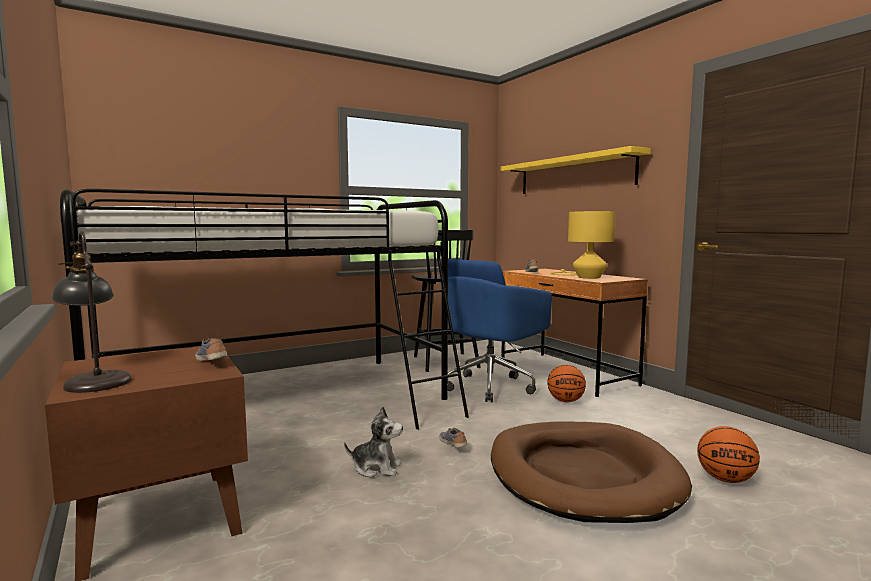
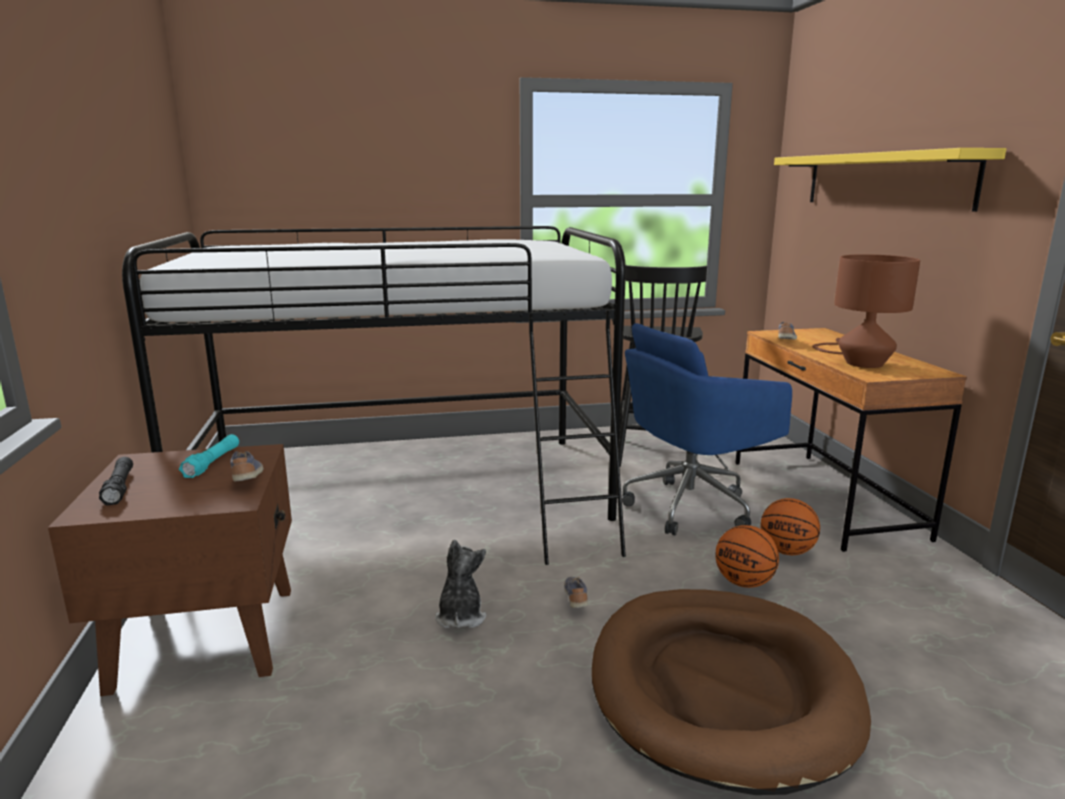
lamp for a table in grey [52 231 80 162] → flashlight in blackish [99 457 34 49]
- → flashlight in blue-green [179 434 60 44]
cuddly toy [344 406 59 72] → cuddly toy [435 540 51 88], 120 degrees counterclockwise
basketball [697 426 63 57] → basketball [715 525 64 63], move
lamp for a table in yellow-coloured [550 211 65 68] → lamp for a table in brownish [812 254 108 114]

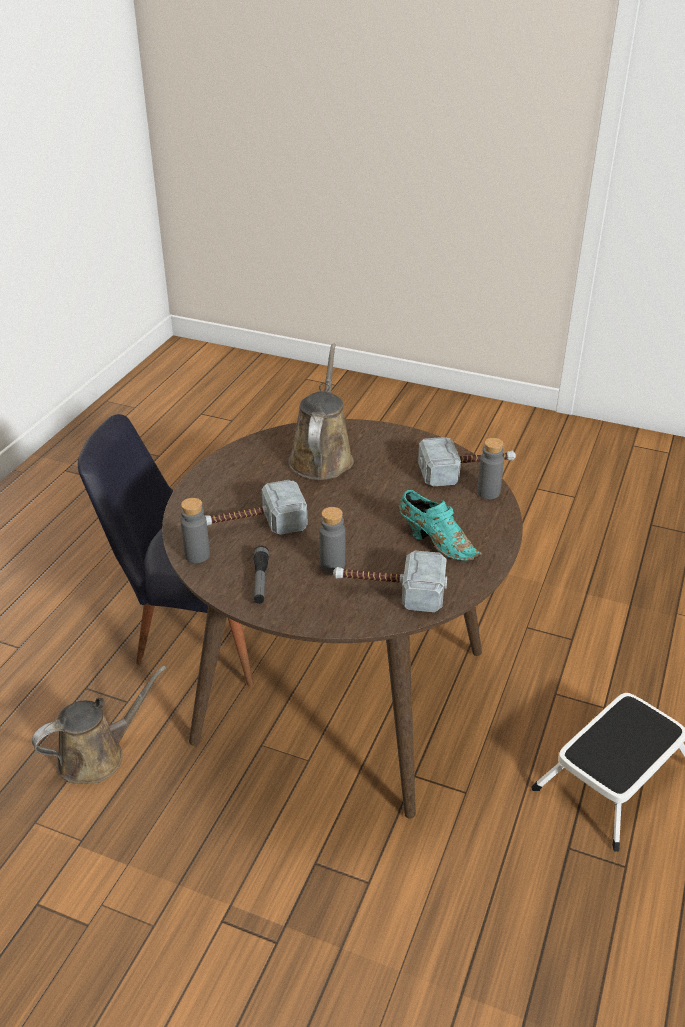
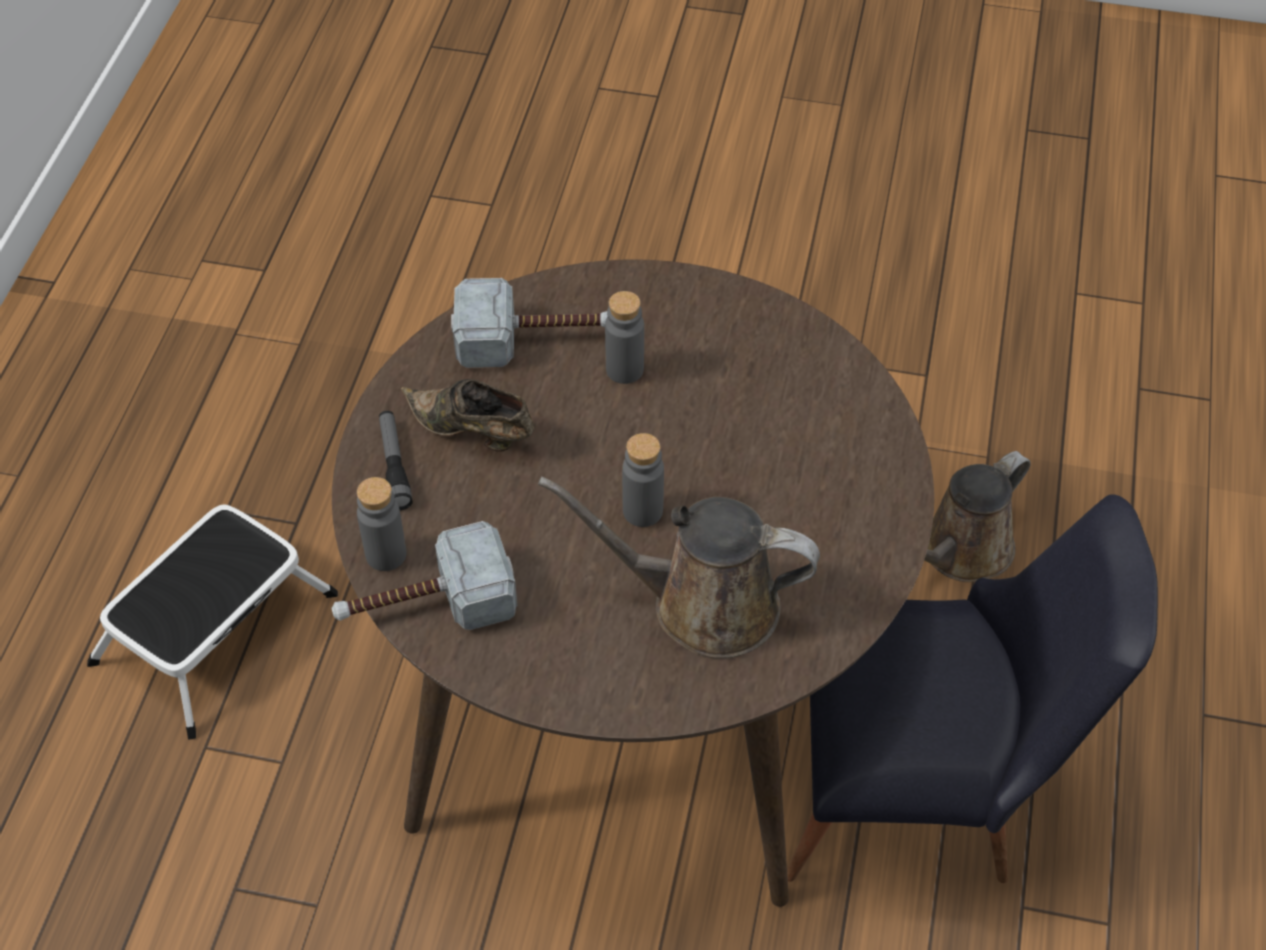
flashlight [254 546 15 58] → flashlight [379 411 34 99], move
low shoe in blue-green [399 490 83 71] → low shoe in brownish [401 379 133 73]
watering can in brownish [288 344 66 136] → watering can in brownish [538 476 282 183], 105 degrees clockwise
bottle in grey [181 498 29 65] → bottle in grey [622 433 42 94], move
hammer [205 480 103 55] → -

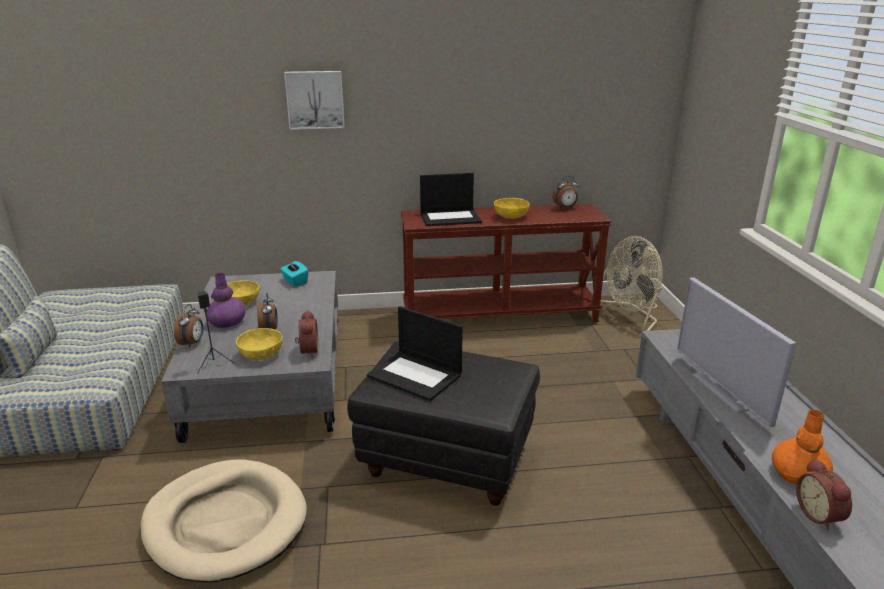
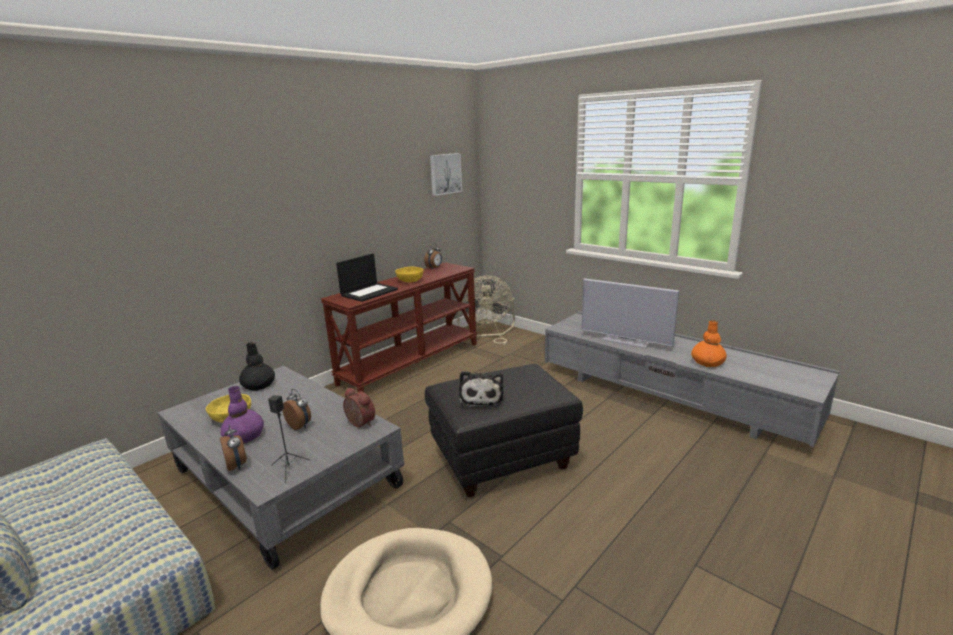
tissue box in blue-green [280 261 28 26] → vase in blackish [239 342 36 49]
wall picture [284 71 61 59] → wall picture [430 153 32 43], move
fan in beige [600 236 63 95] → fan in beige [457 276 58 69], 150 degrees clockwise
notebook computer [367 306 96 95] → cuddly toy [459 371 45 36]
deep dish in yellow-coloured [236 328 47 32] → -
alarm clock [796 458 56 73] → -

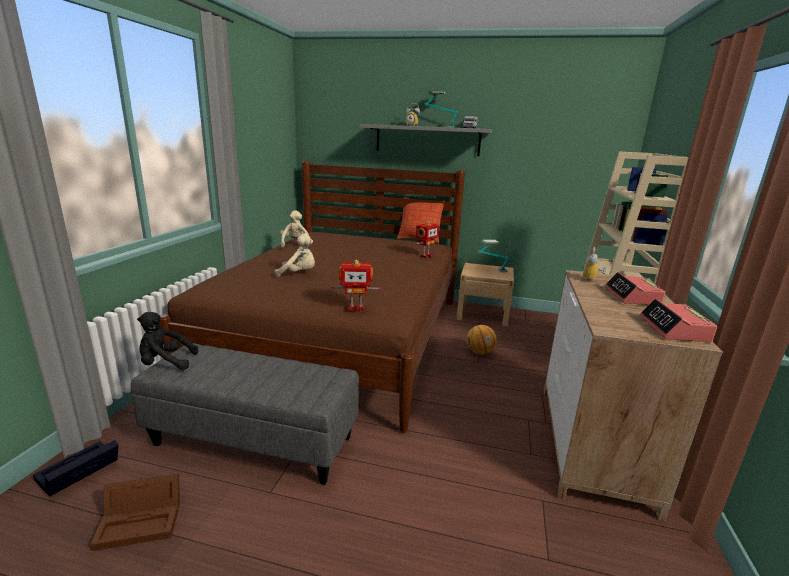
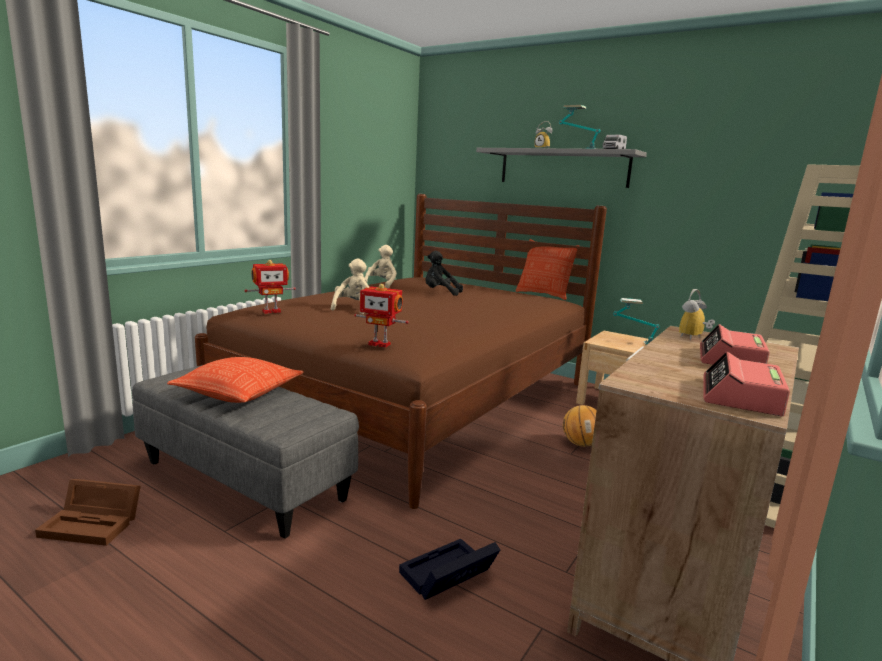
- → cushion in orange [167 357 137 46]
model robot [416 221 23 37] → model robot [244 260 52 54], move
cuddly toy in beige [275 233 40 44] → cuddly toy in beige [331 258 38 57], 105 degrees counterclockwise
storage container in blackish [33 440 86 57] → storage container in blackish [399 539 101 61], move
cuddly toy in blackish [137 312 61 58] → cuddly toy in blackish [425 251 38 45], move

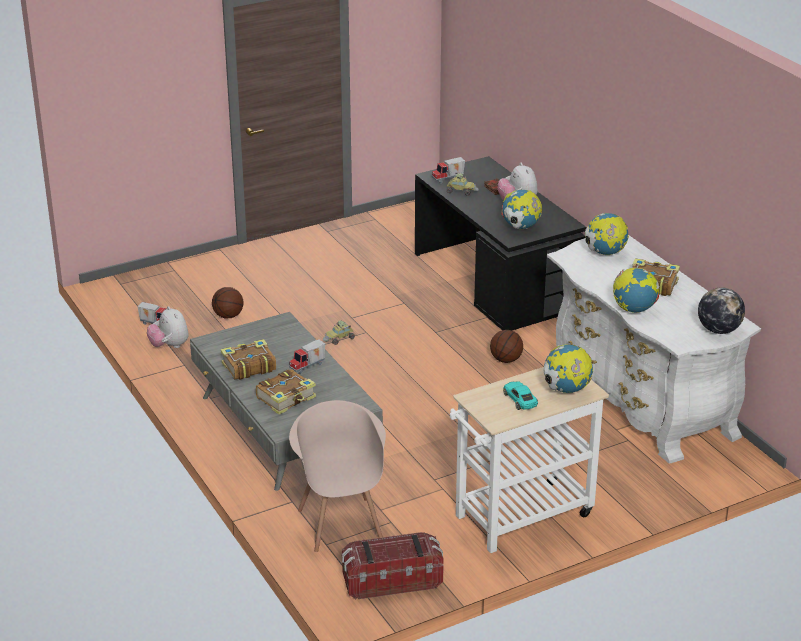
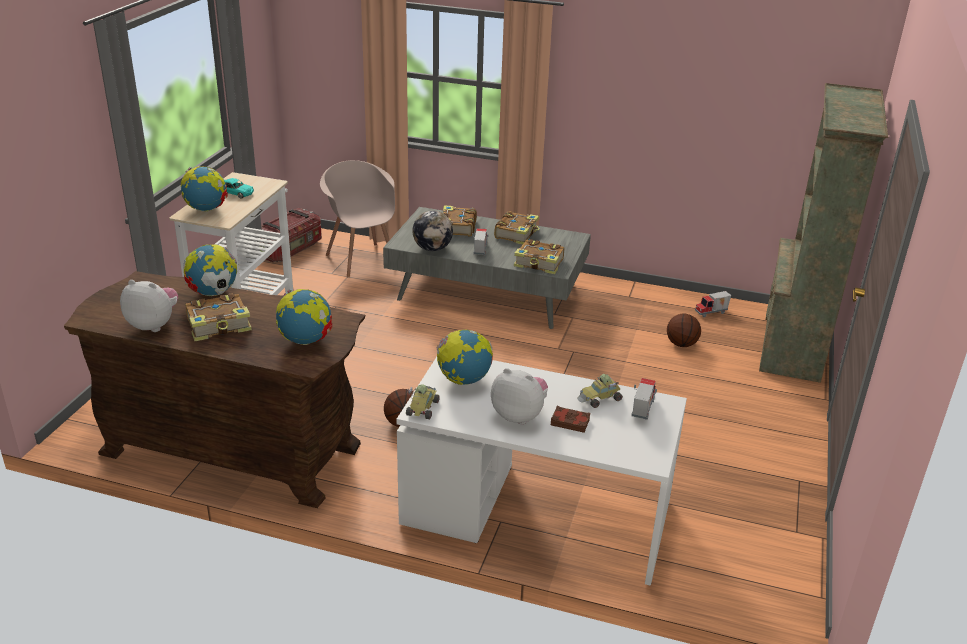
drawer chest in white-coloured [547 235 214 229] → drawer chest in brownish [64 271 301 237]
cuddly toy [147 306 42 42] → cuddly toy [120 280 58 52], move
plain chair in beige [289 400 97 152] → plain chair in beige [320 160 75 117], 150 degrees counterclockwise
desk table in blackish [415 156 171 174] → desk table in white-coloured [397 357 290 229]
toy car [323 320 32 25] → toy car [406 384 34 35], move
world globe [698 287 47 47] → world globe [413 211 40 40], move
- → book [514 239 50 35]
- → shelving unit in green [759 83 129 300]

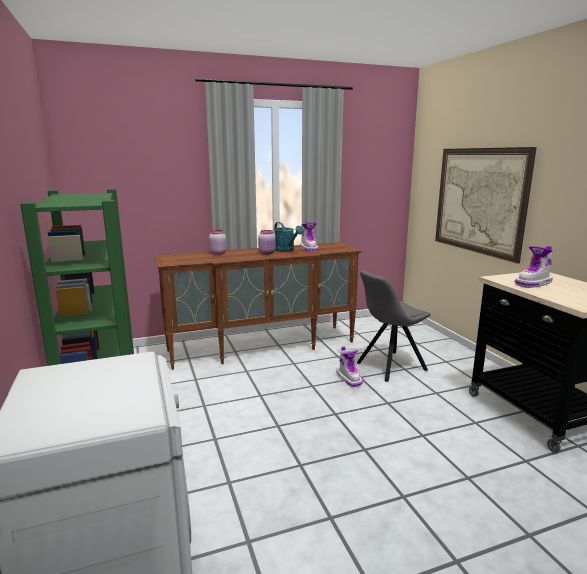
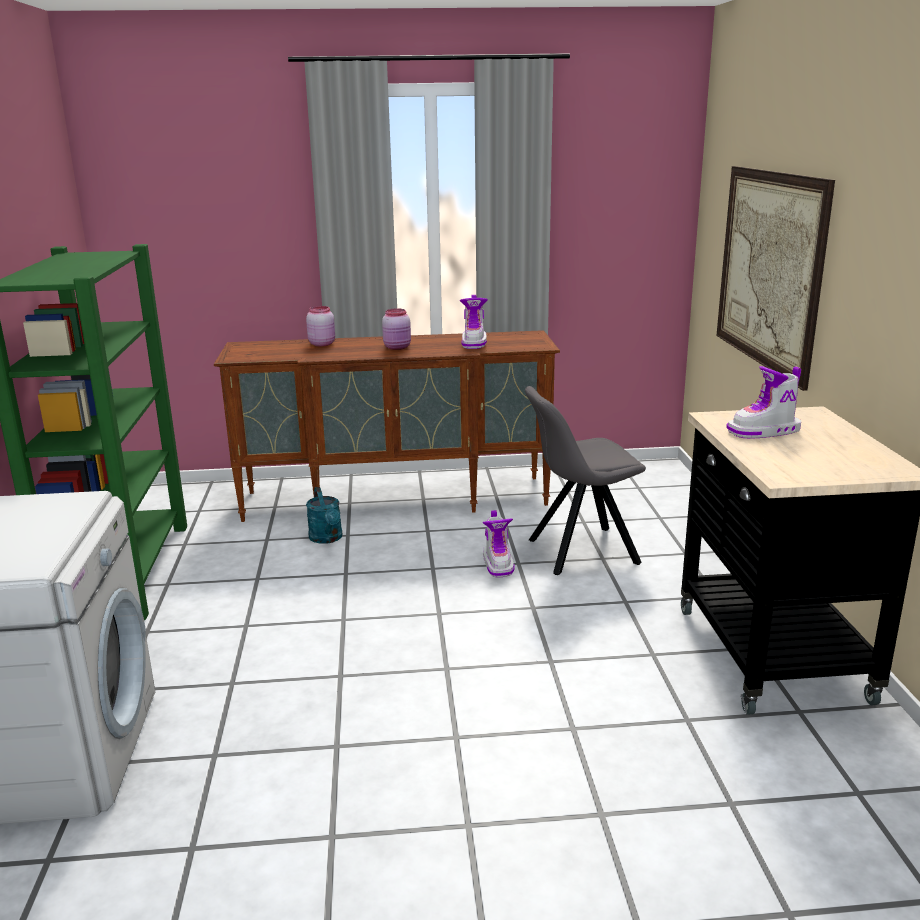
watering can in blue-green [274 222 29 30] → watering can in blue-green [306 487 37 57], move

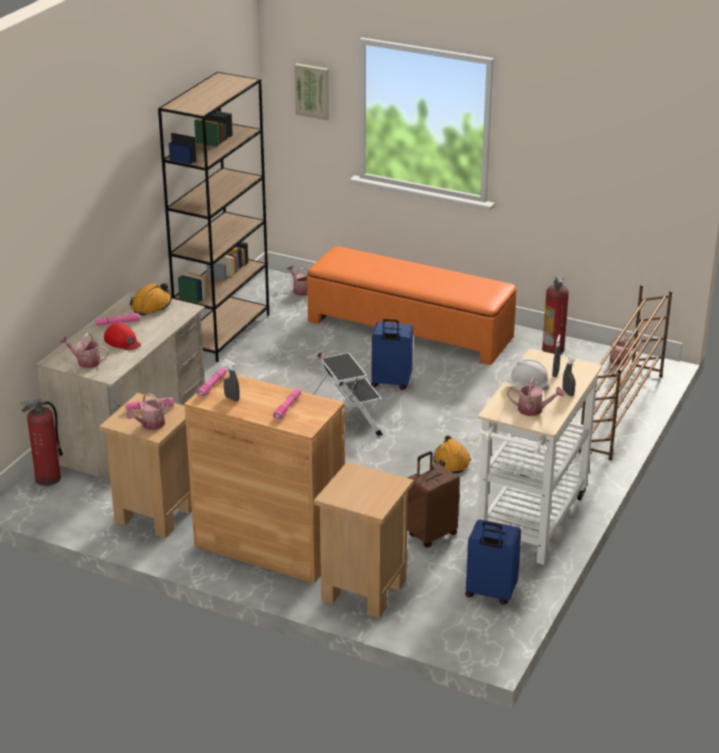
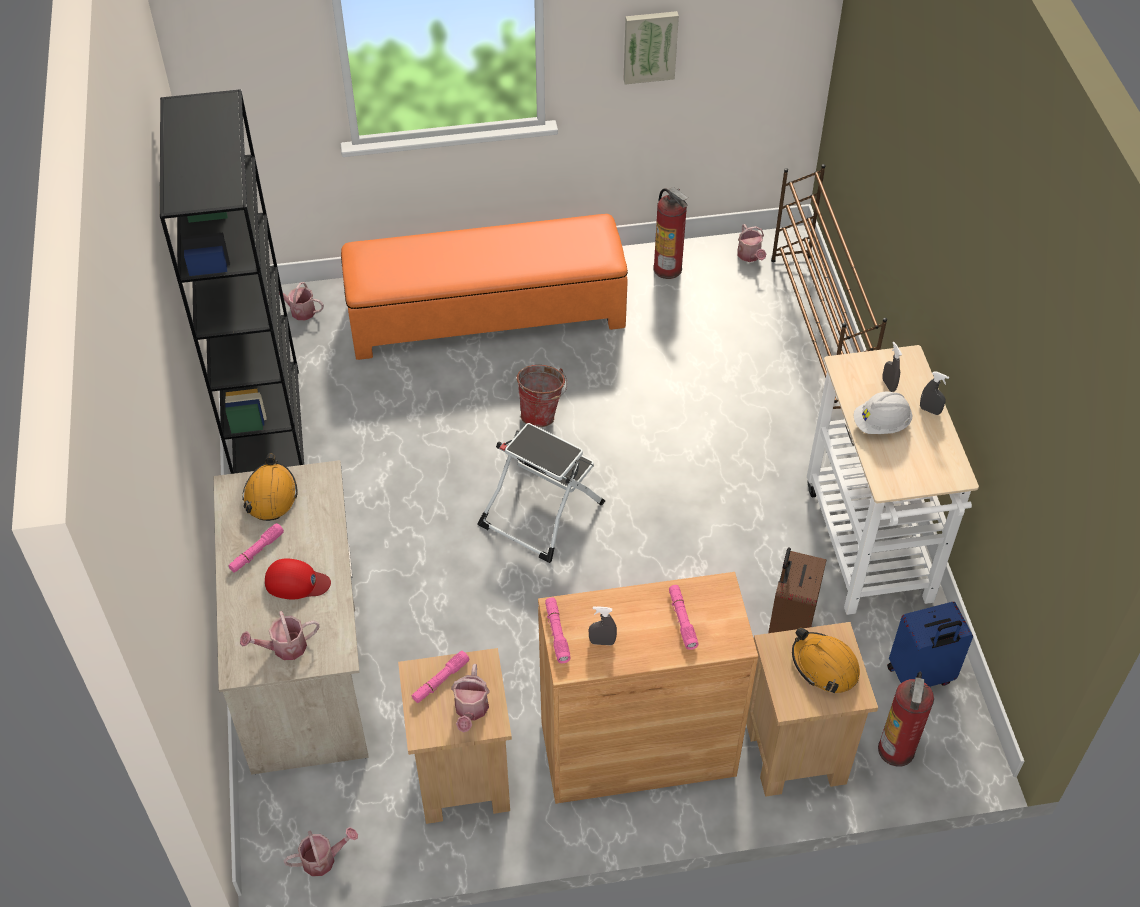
shelving unit in beige [158 72 111 290] → shelving unit in blackish [160 89 144 385]
watering can [507 377 57 39] → watering can [284 827 74 49], move
suitcase in blue [371 319 42 71] → bucket [517 365 51 62]
wall picture [294 63 35 57] → wall picture [623 11 56 74], move
work helmet in orange [433 435 38 39] → work helmet in orange [792 628 68 65], move
fire-fighting cylinder [21 398 42 88] → fire-fighting cylinder [878 672 56 94], move

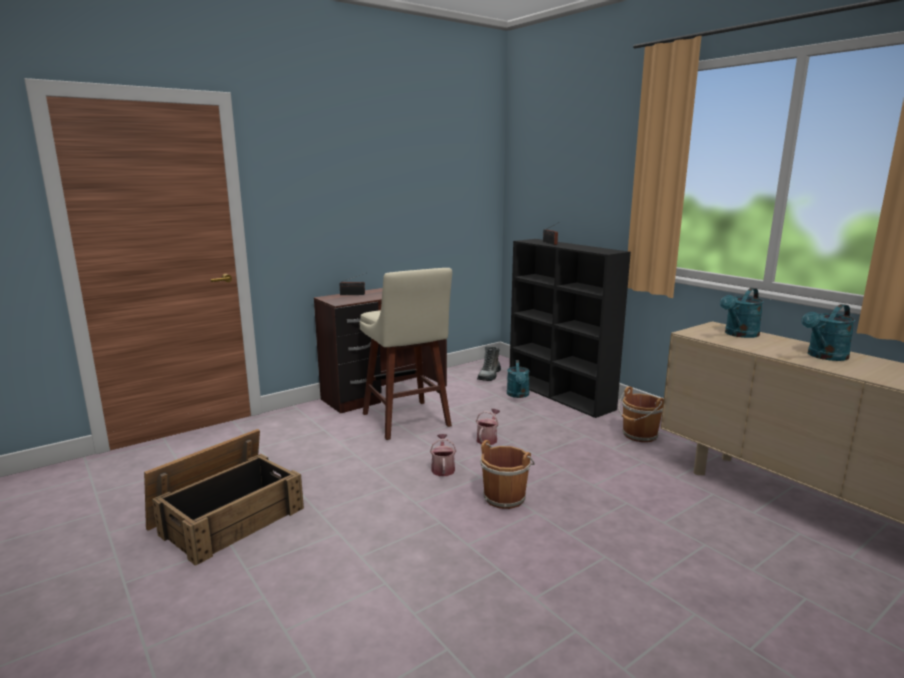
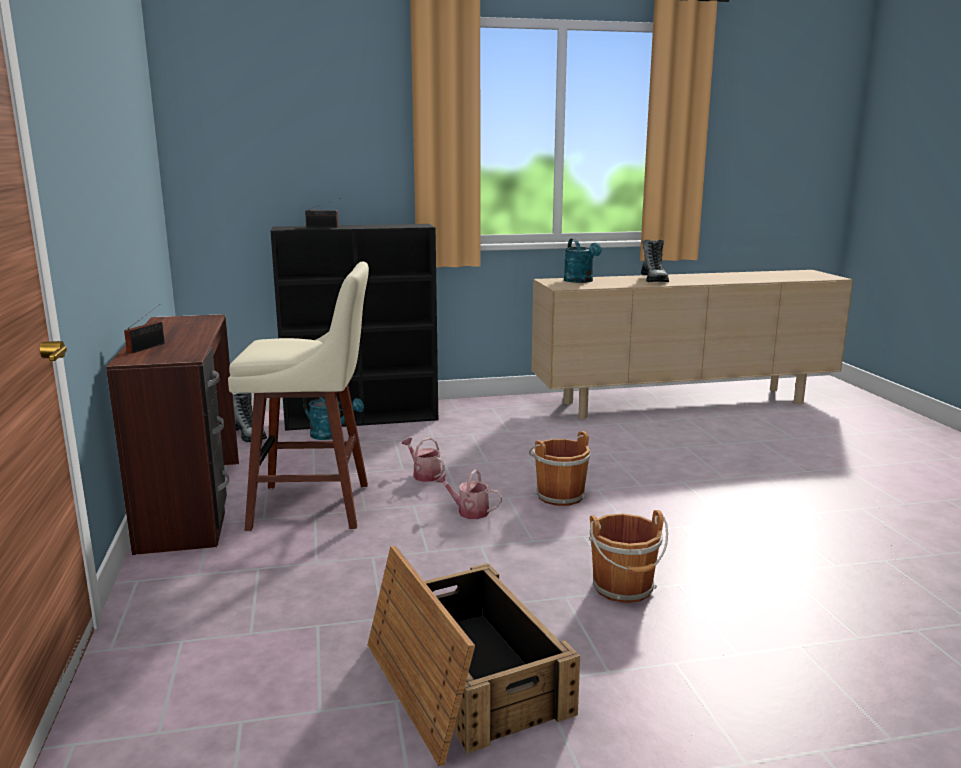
bucket in brownish [618 386 46 56] → bucket in brownish [589 510 79 93], move
watering can in blue-green [801 304 54 57] → boot [641 240 28 42]

